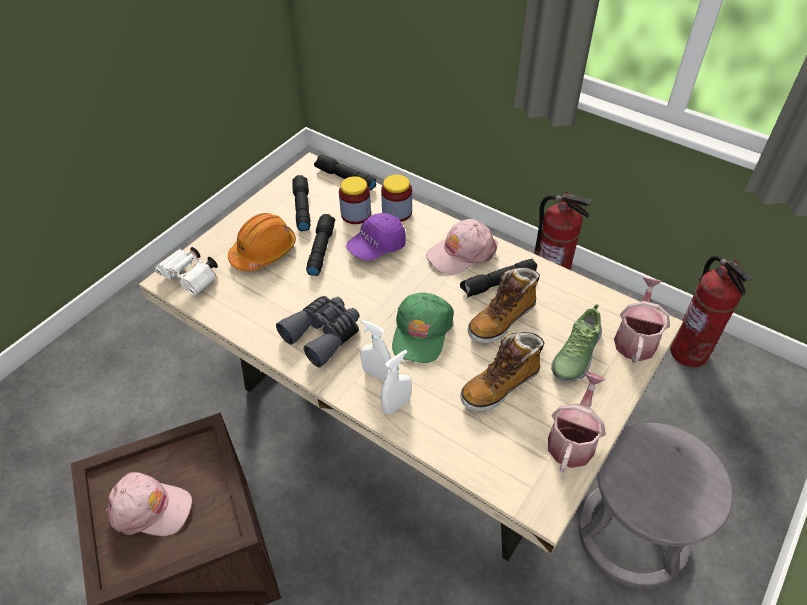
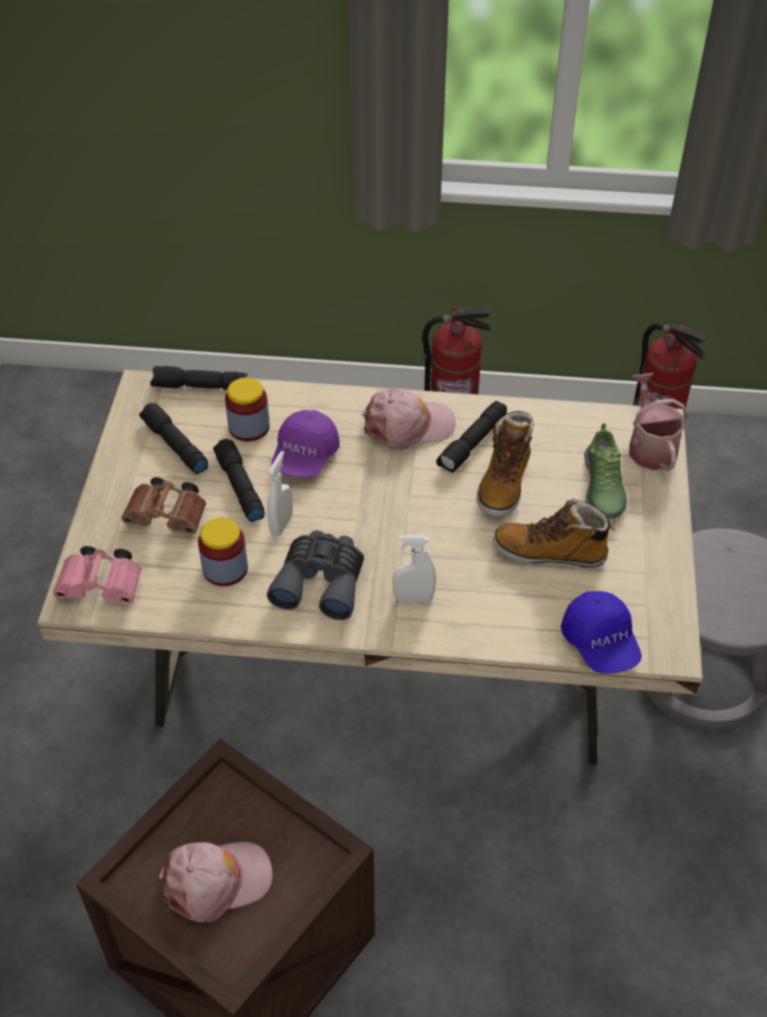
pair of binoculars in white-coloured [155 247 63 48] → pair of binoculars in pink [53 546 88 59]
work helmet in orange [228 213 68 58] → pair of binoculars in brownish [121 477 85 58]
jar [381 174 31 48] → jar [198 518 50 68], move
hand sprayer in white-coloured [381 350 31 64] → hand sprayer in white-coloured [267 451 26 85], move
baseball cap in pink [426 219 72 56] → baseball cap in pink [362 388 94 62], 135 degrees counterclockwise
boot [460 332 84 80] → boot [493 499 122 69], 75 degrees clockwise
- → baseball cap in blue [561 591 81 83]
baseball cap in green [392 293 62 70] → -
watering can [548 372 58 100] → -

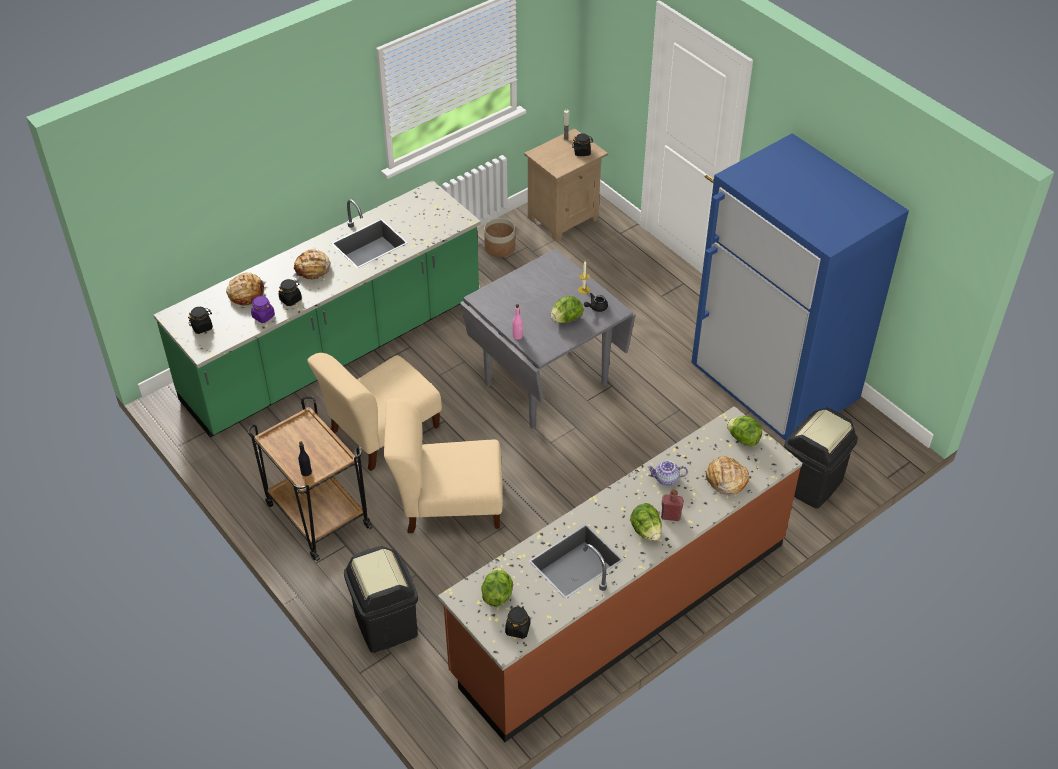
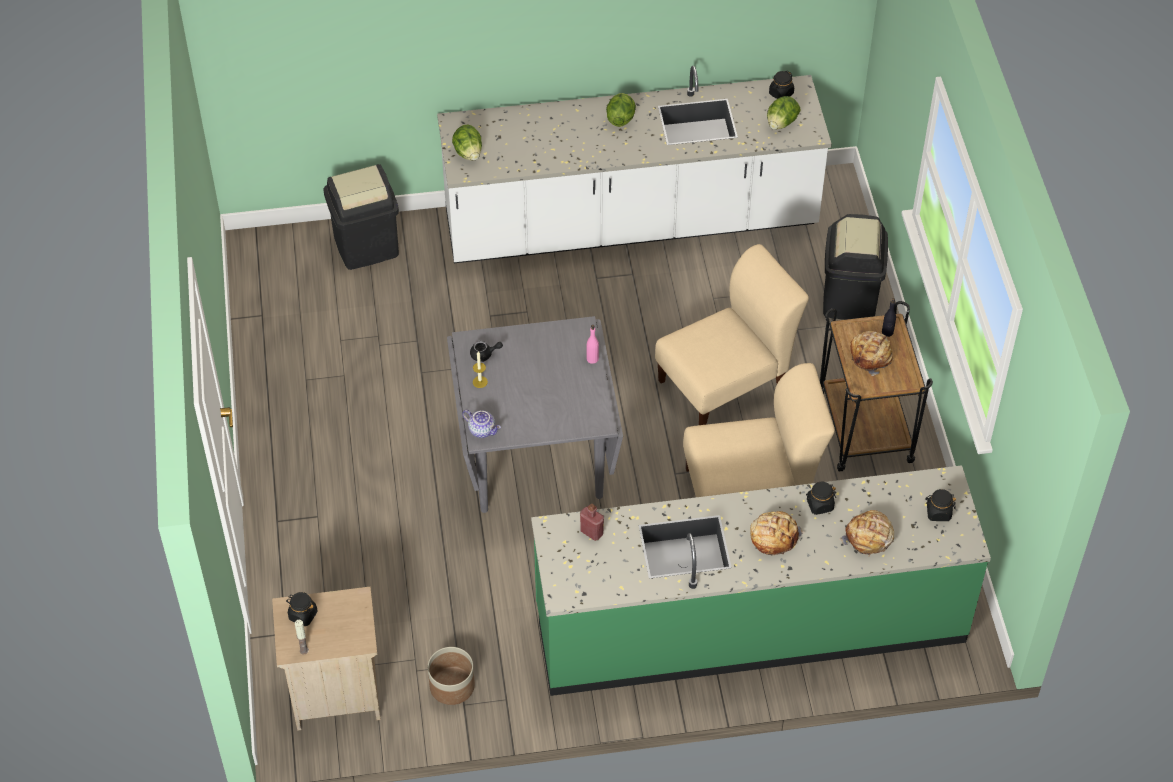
kitchen counter in brownish [438 406 364 336] → kitchen counter in white-coloured [437 66 395 197]
pot for tea [647 461 41 24] → pot for tea [462 410 39 28], move
bottle in red-coloured [661 489 23 32] → bottle in red-coloured [580 504 24 37], move
plain chair in beige [384 399 119 134] → plain chair in beige [655 244 154 181], 60 degrees counterclockwise
baked bread [706 456 43 39] → baked bread [850 331 44 45], move
jar in purplish [251 296 24 27] → -
lettuce head [551 296 33 27] → -
kitchen fridge in blue [691 133 218 308] → -

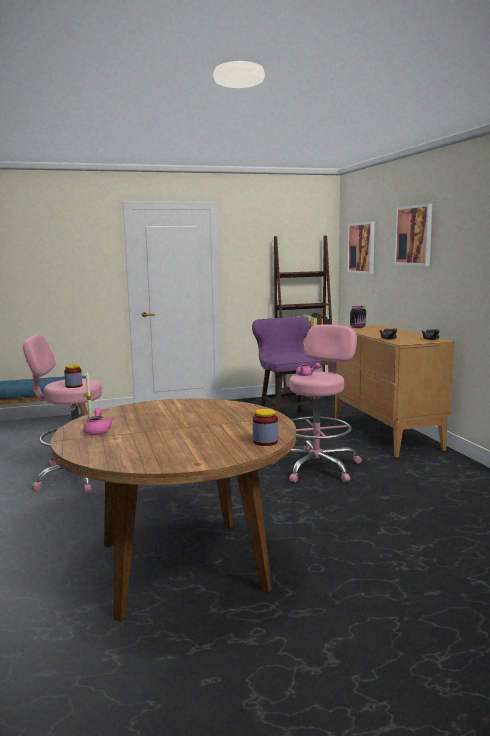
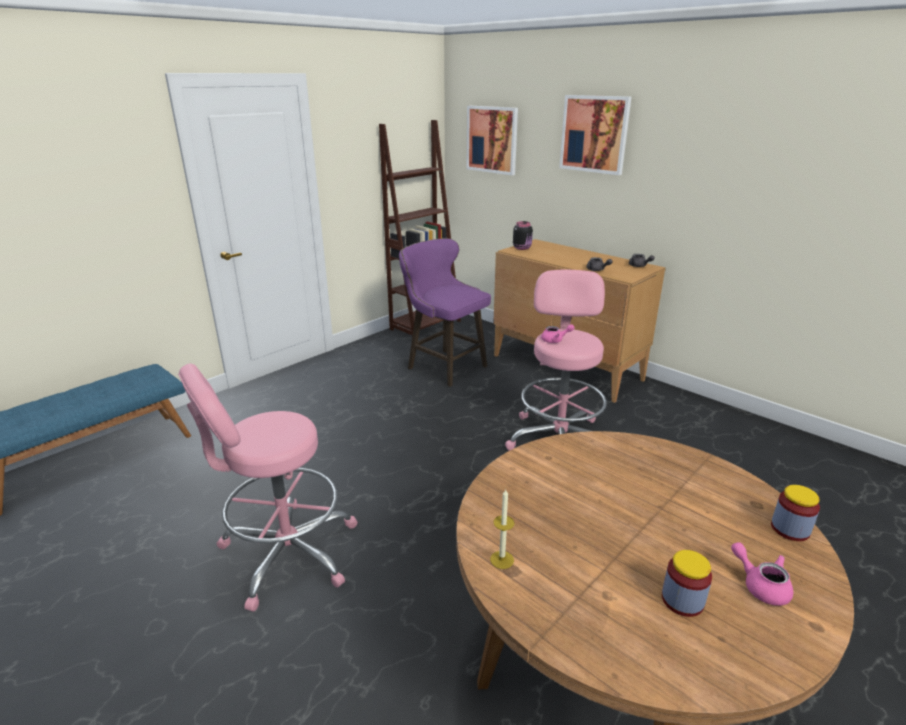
jar [64 364 18 24] → jar [662 550 50 67], move
pot for tea in pink [83 408 31 27] → pot for tea in pink [731 542 62 64], move

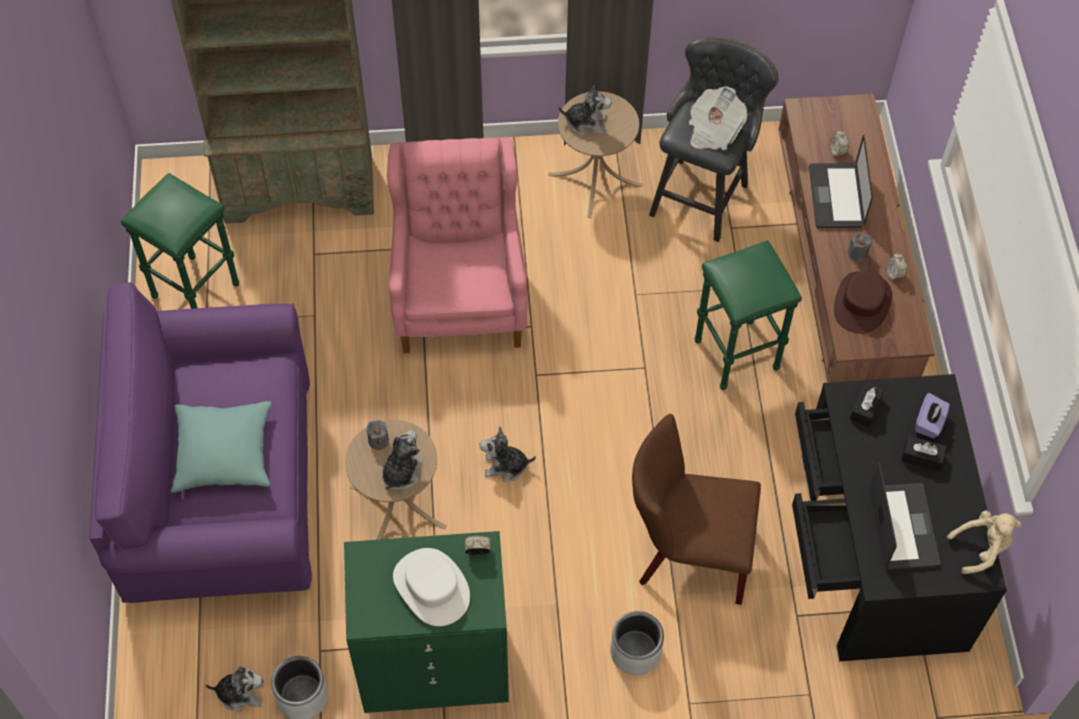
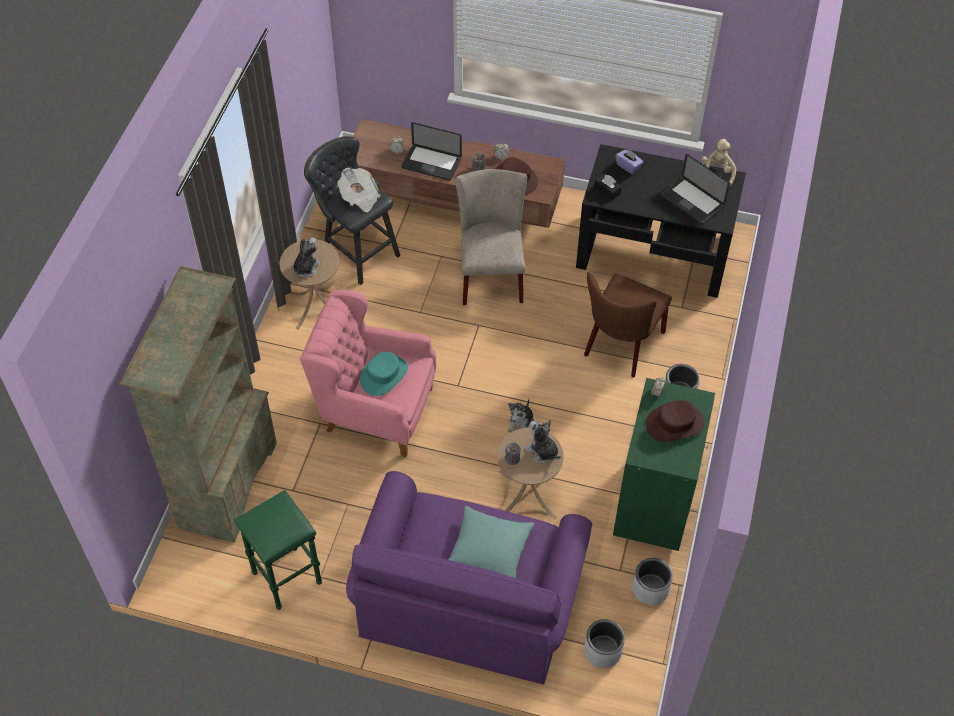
- → wearable hat in blue-green [360 351 48 45]
sitting stool in green [695 241 107 149] → plain chair in beige [455 169 72 136]
- → flower pot in grey [584 619 41 49]
wearable hat in white-coloured [393 548 77 78] → wearable hat in brownish [646 400 59 42]
notebook computer [869 462 72 108] → notebook computer [661 154 69 70], 150 degrees counterclockwise
cuddly toy [205 667 60 45] → -
tissue box in blackish [901 436 46 35] → -

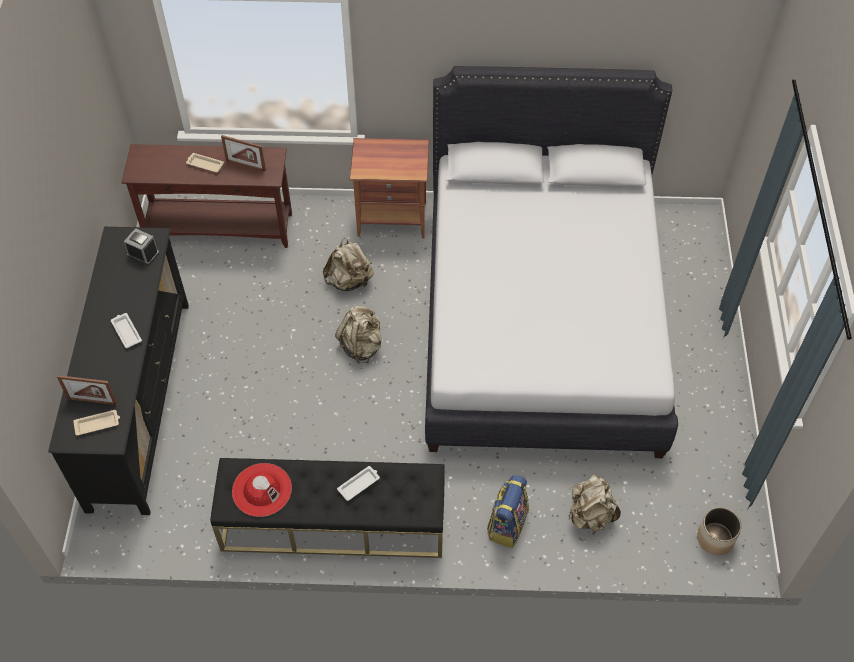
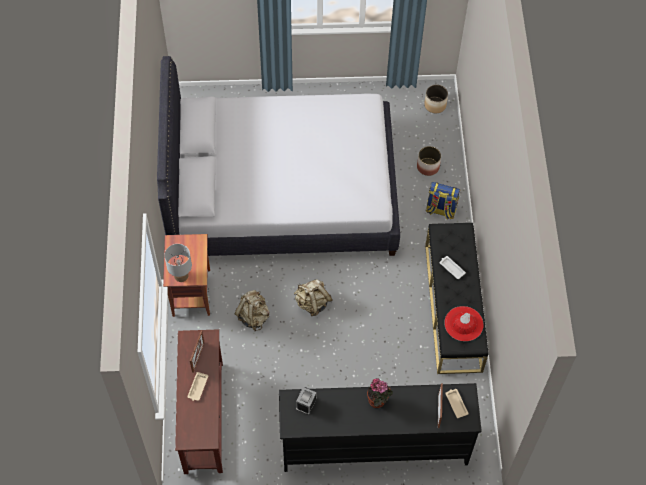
- → lamp for a table in grey [164 244 28 38]
carrying tray in white-coloured [111 313 31 35] → houseplant [367 378 26 30]
rucksack in beige [568 474 53 58] → flower pot [417 146 24 30]

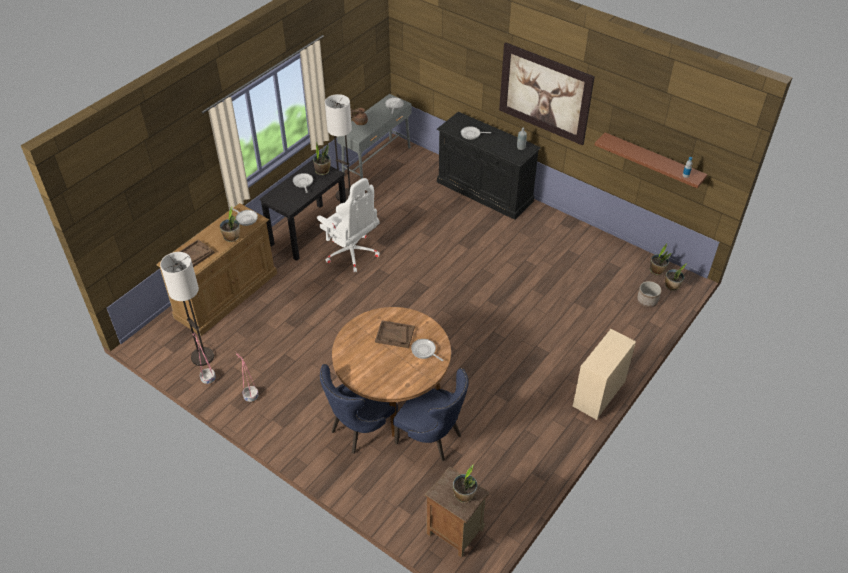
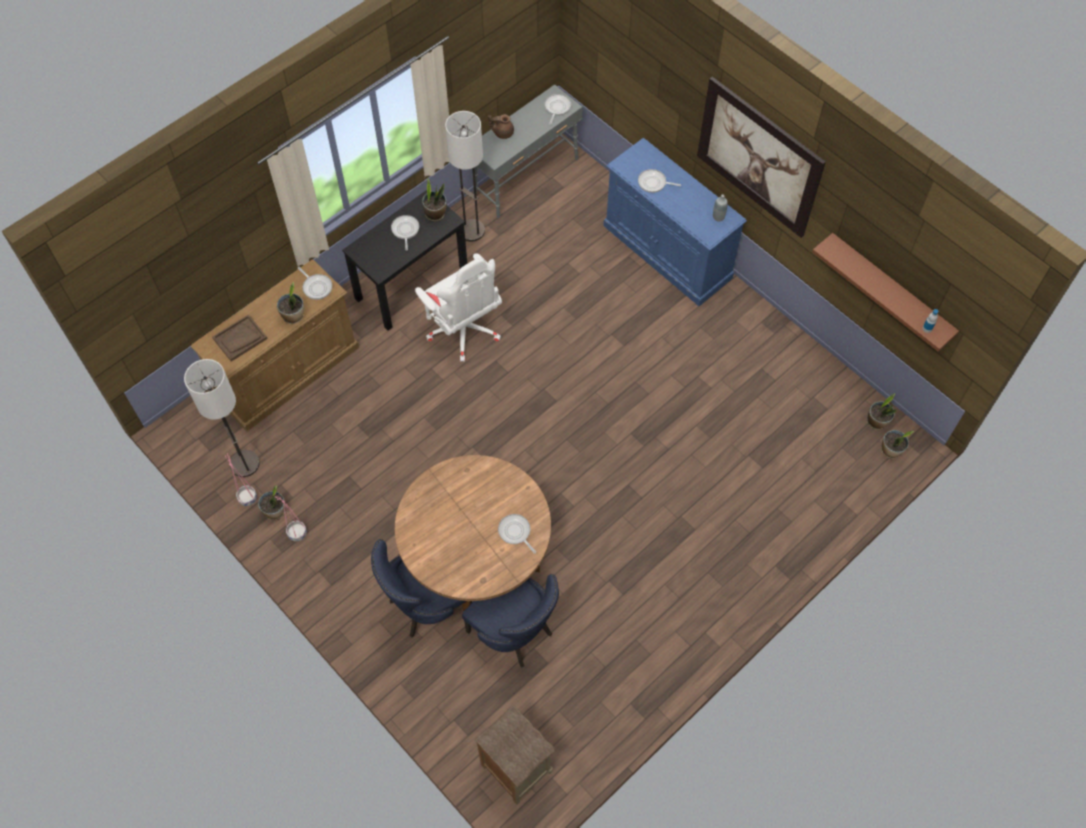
houseplant [453 464 24 39] → houseplant [258 485 27 35], move
cupboard in blackish [437 112 104 108] → cupboard in blue [603 138 144 168]
carrying tray in brownish [375 320 40 28] → -
drawer chest in beige [573 329 63 91] → -
flower pot [637 281 24 26] → -

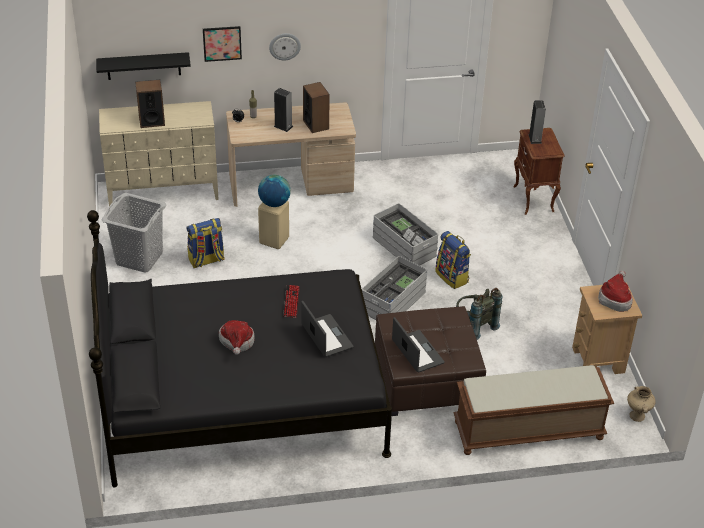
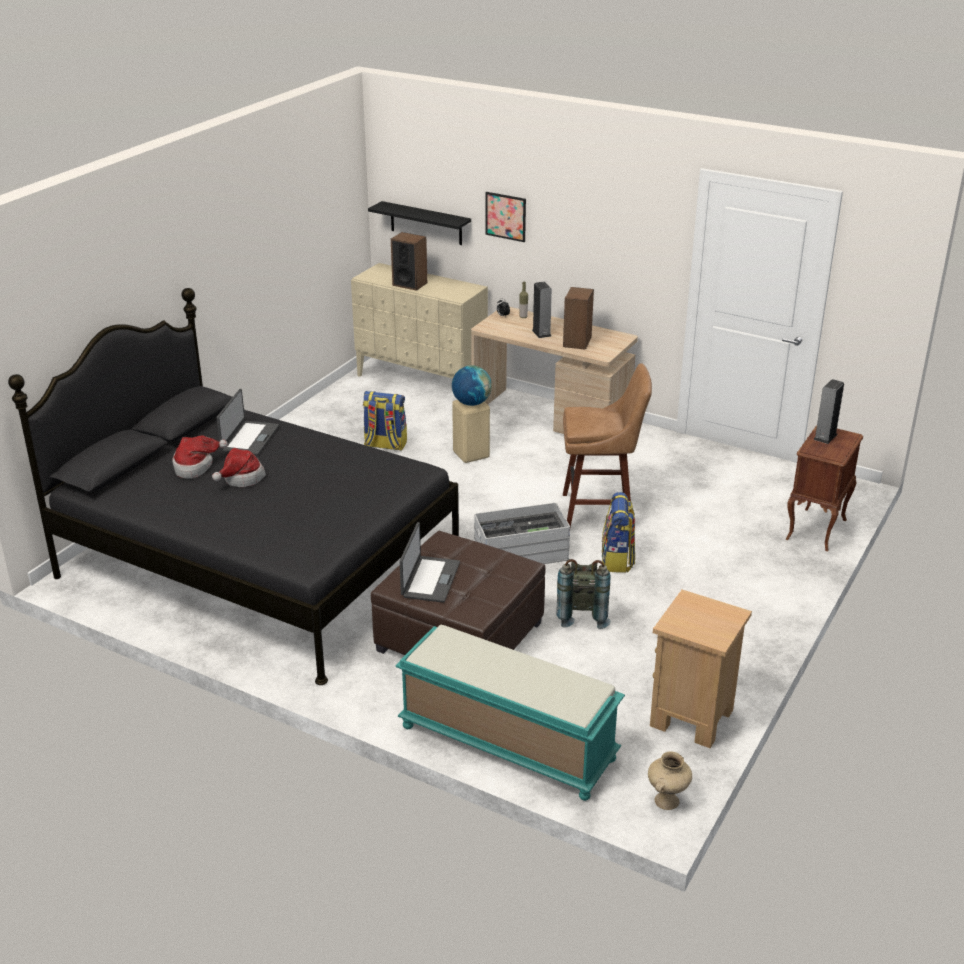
wearable hat [598 271 35 41] → wearable hat [172 435 56 44], move
notebook computer [301 301 53 56] → notebook computer [217 389 62 66], move
bench in brownish [453 365 161 90] → bench in blue-green [396 625 229 176]
storage container in grey [372 203 66 63] → sitting stool in brownish [563 363 89 164]
hamper in grey [102 193 64 80] → -
hanging clock [269 33 32 27] → -
computer keyboard [283 285 17 33] → -

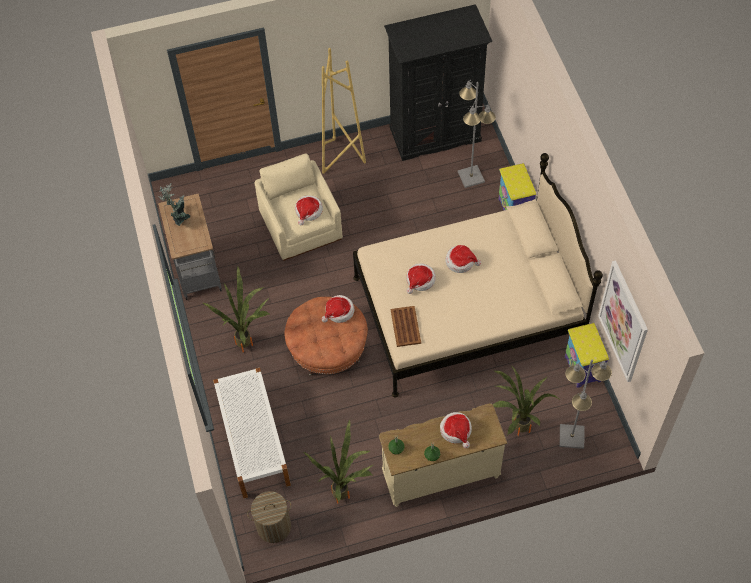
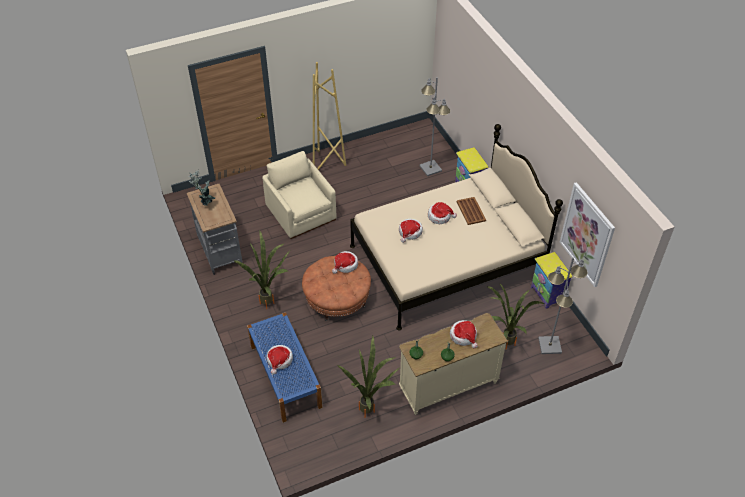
bench in white-coloured [213 368 78 131] → bench in blue [247 312 76 111]
wearable hat [295 195 28 30] → wearable hat [267 345 26 30], move
carrying tray in brownish [391 306 30 41] → carrying tray in brownish [457 197 29 28], move
hamper [247 491 44 52] → -
wardrobe in blackish [384 4 108 157] → -

